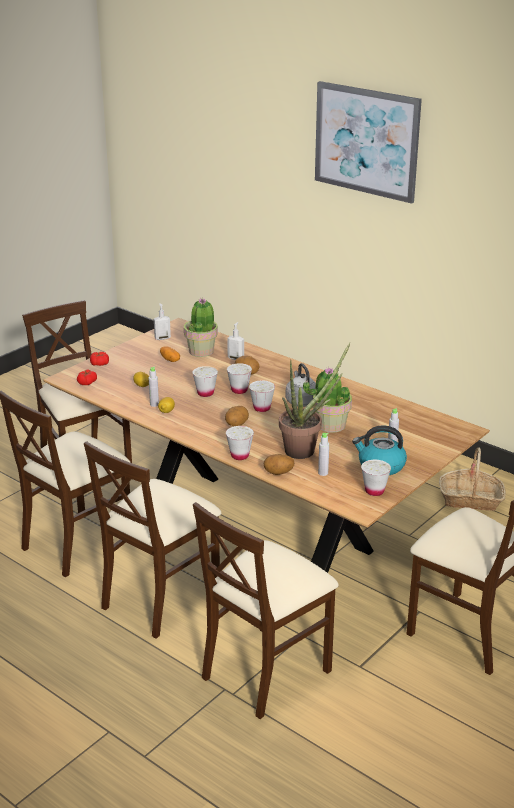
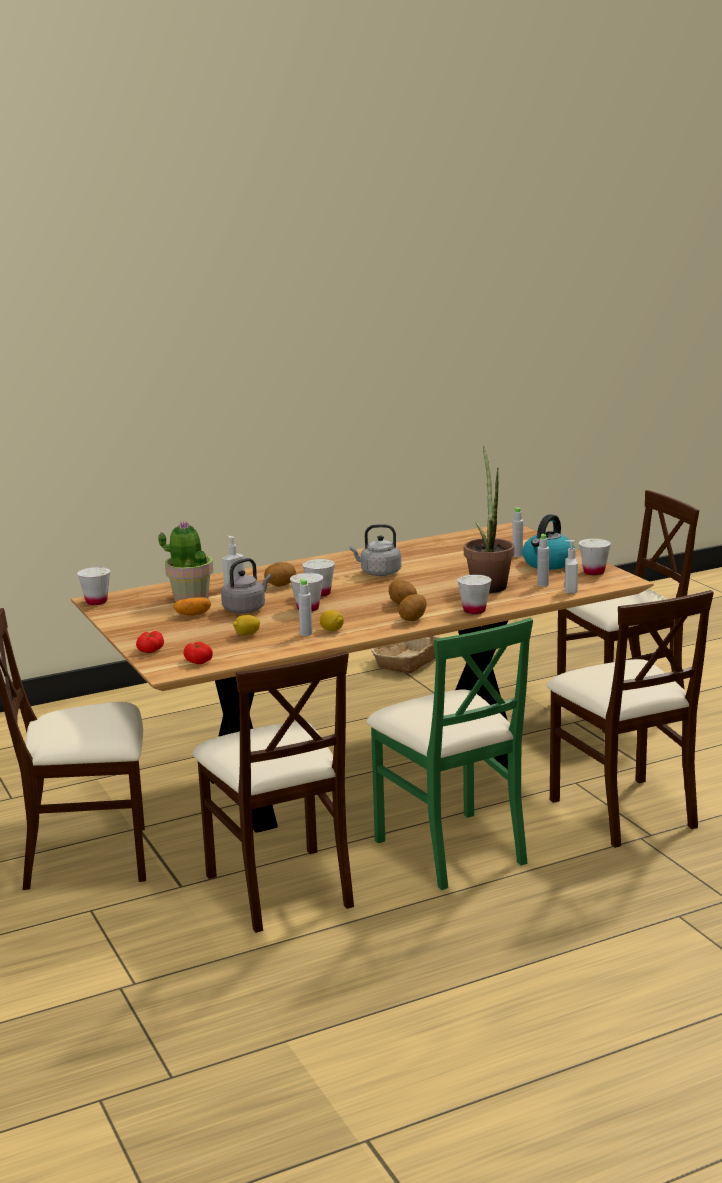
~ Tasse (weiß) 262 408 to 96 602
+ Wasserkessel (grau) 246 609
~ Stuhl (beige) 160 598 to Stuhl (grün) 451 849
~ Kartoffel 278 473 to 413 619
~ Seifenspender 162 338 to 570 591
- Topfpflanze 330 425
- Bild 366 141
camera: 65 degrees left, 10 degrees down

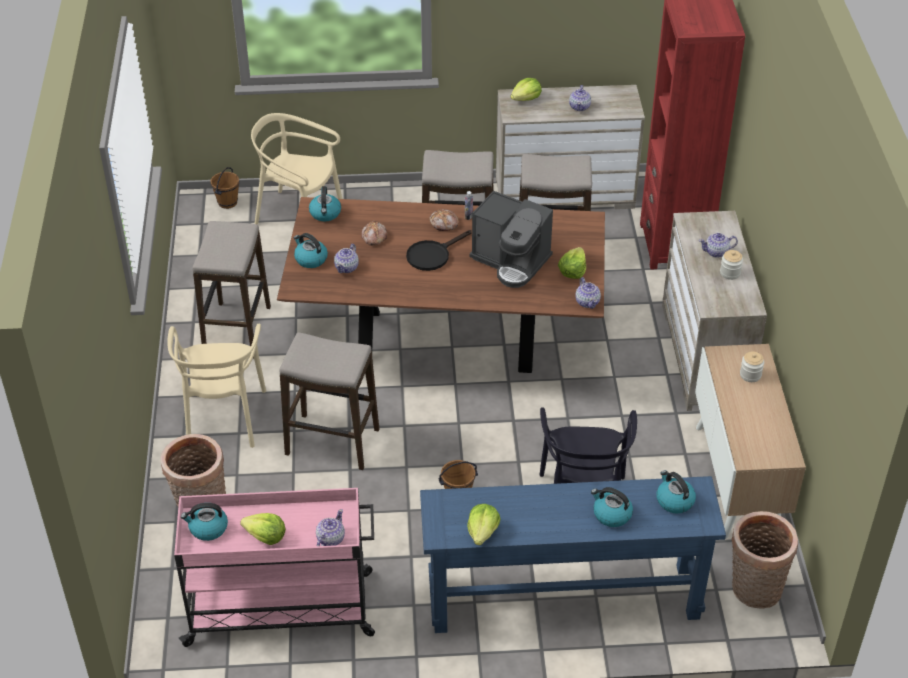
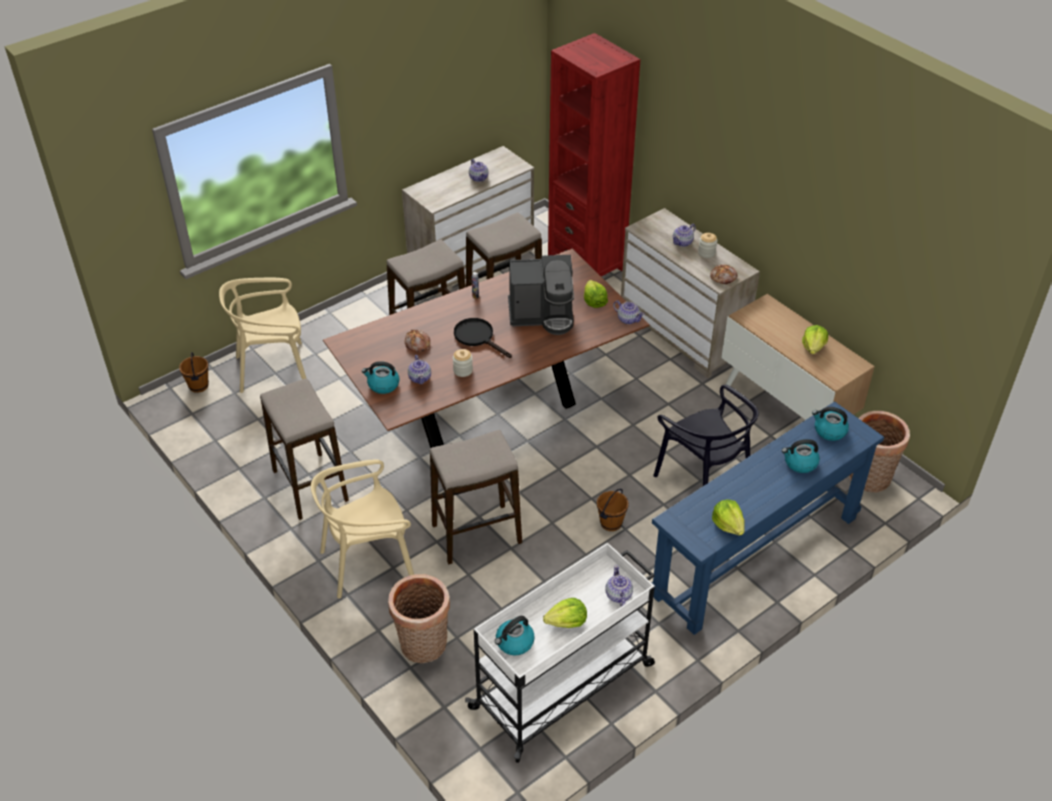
~ Stuhl (beige) 223 418 = 368 562 105 degrees clockwise
~ Vorratsglas 750 375 to 463 370
~ Pfanne (schwarz) 432 255 = 478 337 120 degrees clockwise
~ Rollwagen (rosa) 282 608 to Rollwagen (weiß) 564 685
~ Brot 444 224 to 723 277
~ Salatkopf 526 99 to 813 347
- Wasserkessel 325 214
camera: 35 degrees left, 0 degrees up

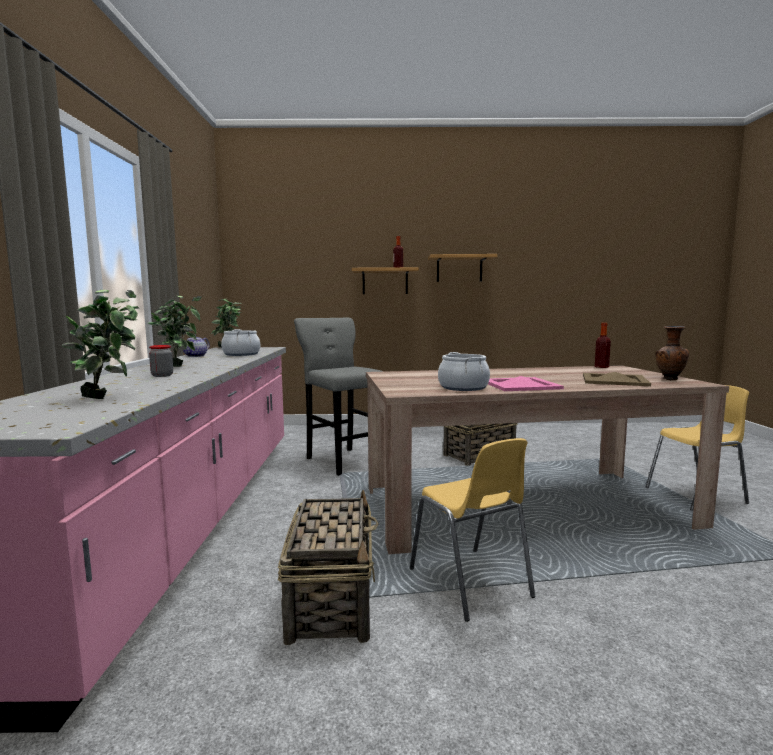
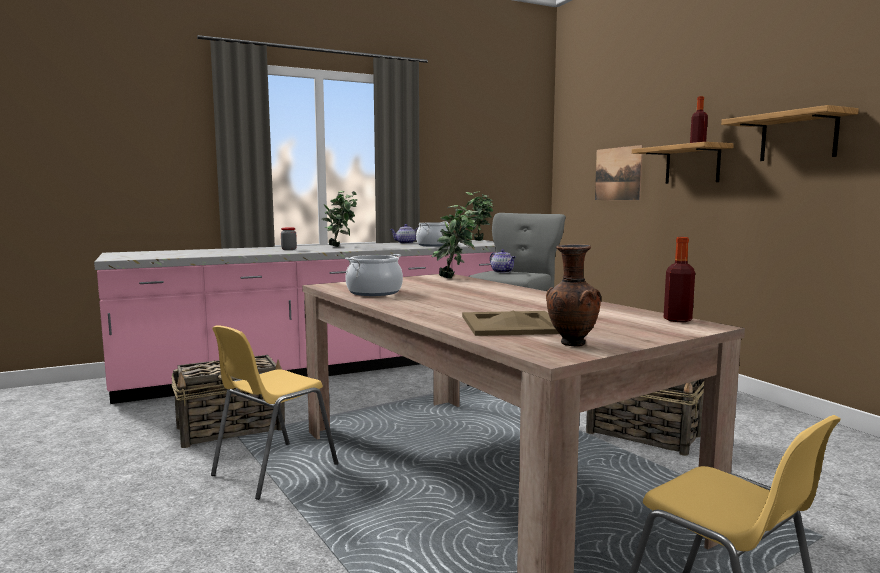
~ Topfpflanze 110 397 to 455 278
+ Teekanne 502 272
+ Bild 618 174
- Tablett (rosa) 519 385
camera: 65 degrees right, 0 degrees up

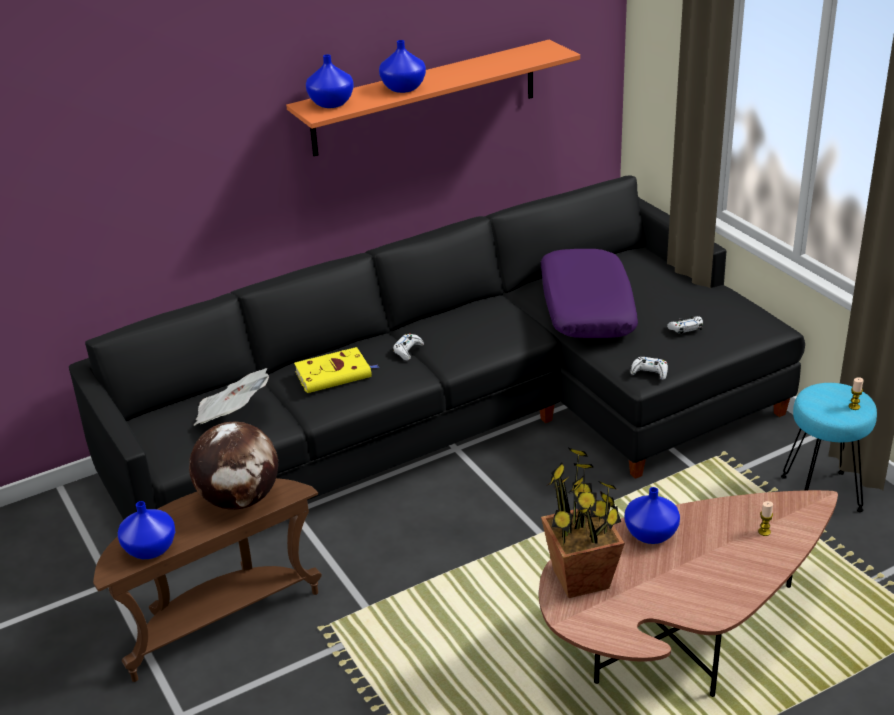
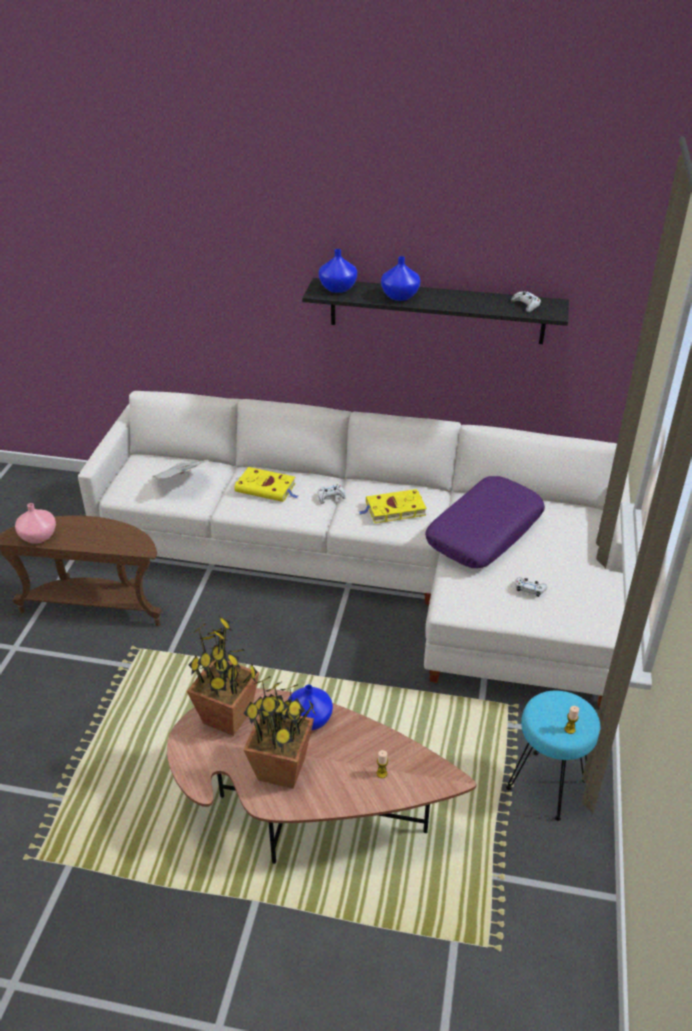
~ Vase (blau) 151 548 to Vase (rosa) 39 537
~ Sofa (schwarz) 466 418 to Sofa (weiß) 381 570
+ Topfpflanze 281 769
~ Wandregal (orange) 425 98 to Wandregal (schwarz) 436 311
+ Buch (gelb) 393 509
~ Gamepad (weiß) 649 372 to 526 305
- Globus 240 499
camera: 40 degrees right, 5 degrees up

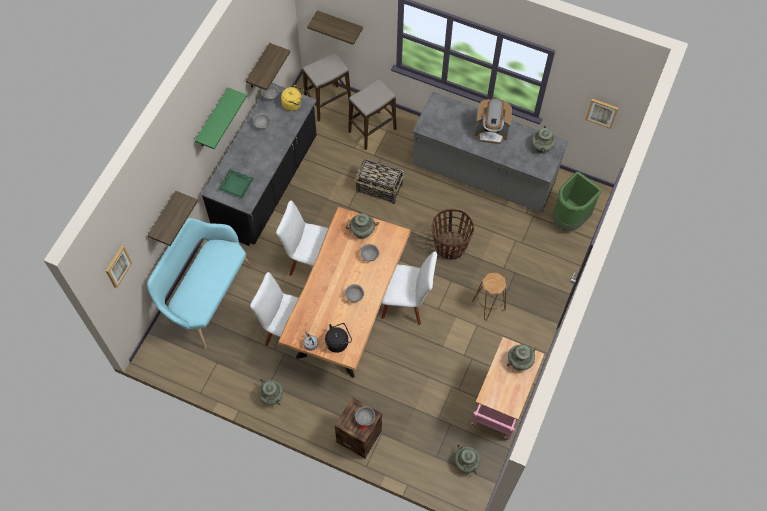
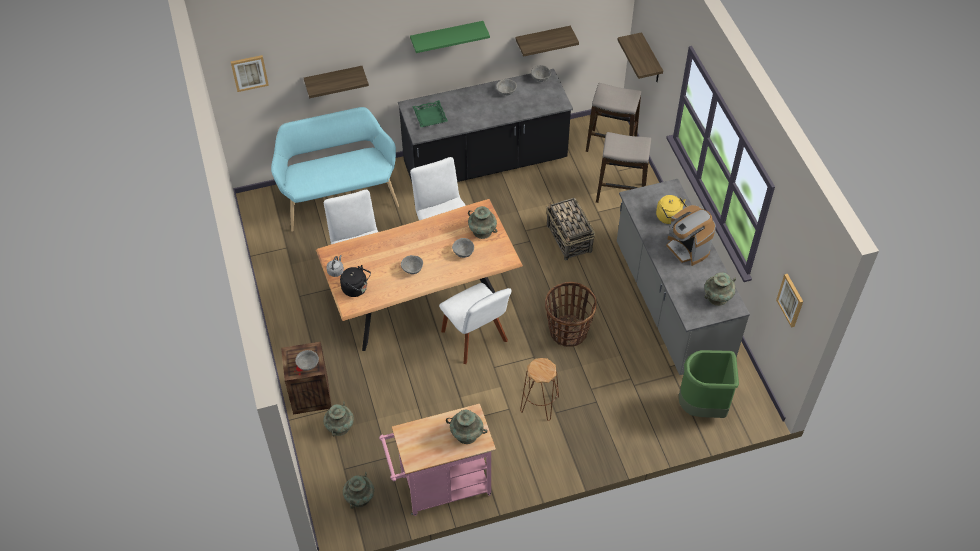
~ Vase (türkis) 271 396 to 340 426
~ Wasserkessel (gelb) 293 104 to 669 217
camera: 50 degrees right, 10 degrees down

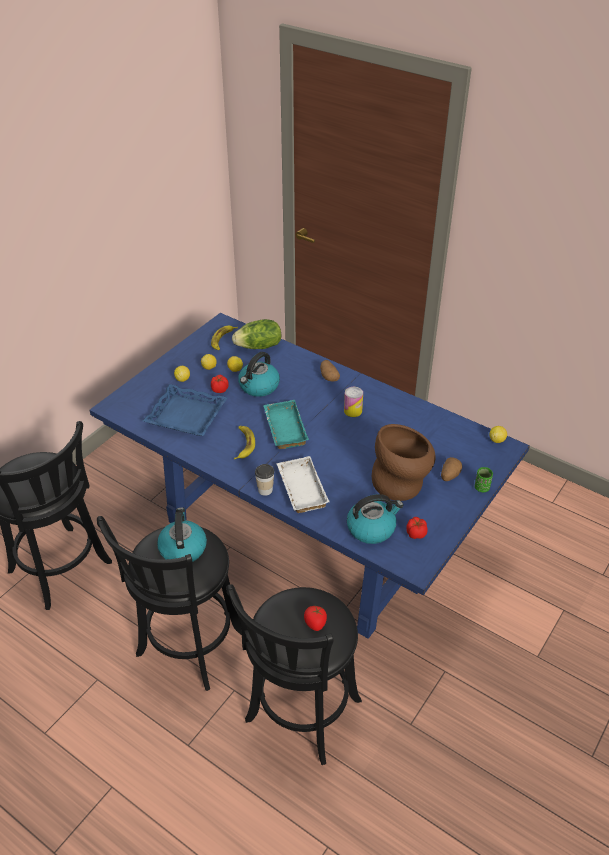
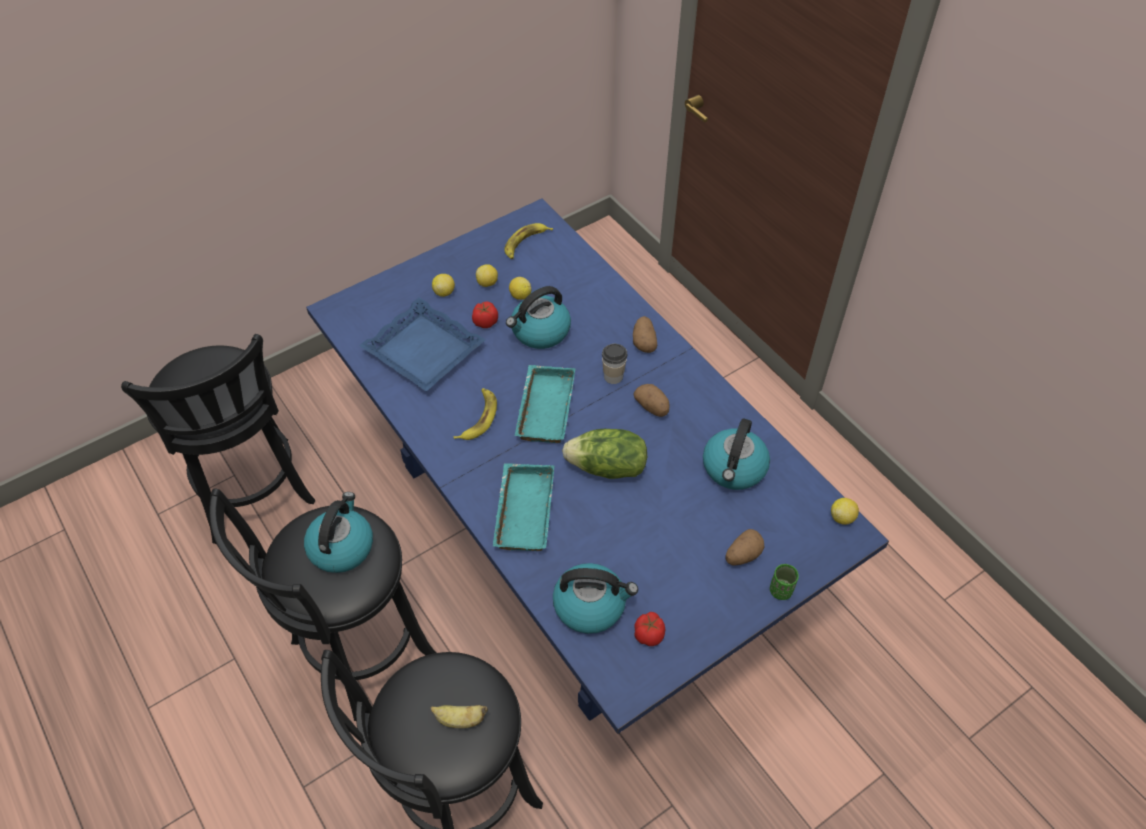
~ Tomate 315 623 to Banane 459 720
~ Tablett (weiß) 300 488 to Tablett (türkis) 522 510
~ Salatkopf 259 346 to 607 468
~ Tasse 265 490 to 613 376
~ Dose 353 411 to Kartoffel 652 407
+ Wasserkessel 734 468
- Vase (braun) 401 484
camera: 20 degrees right, 10 degrees up

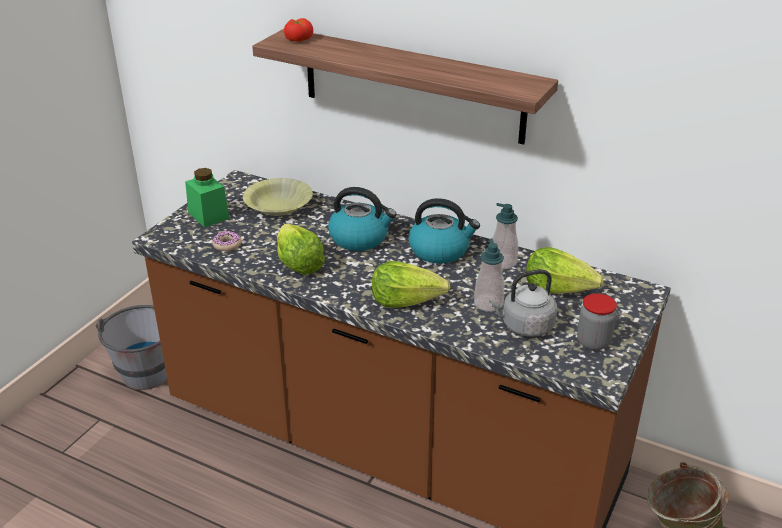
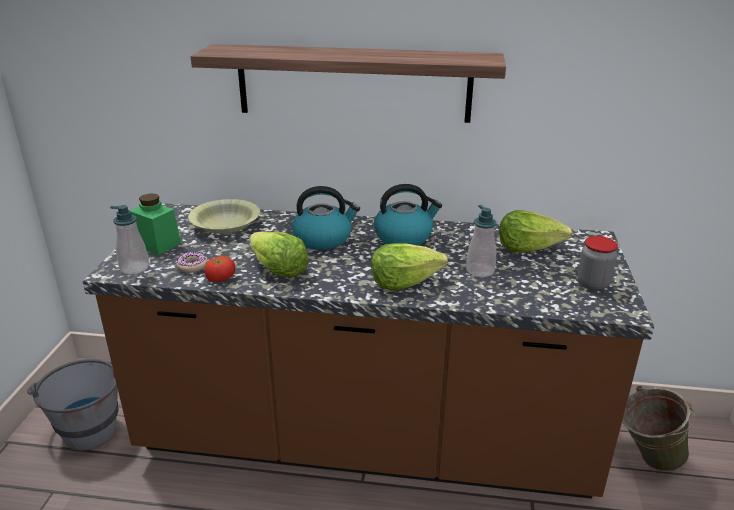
~ Seifenspender 503 262 to 134 268
~ Tomate 298 39 to 220 278
- Wasserkessel (grau) 524 326
camera: 20 degrees left, 5 degrees down

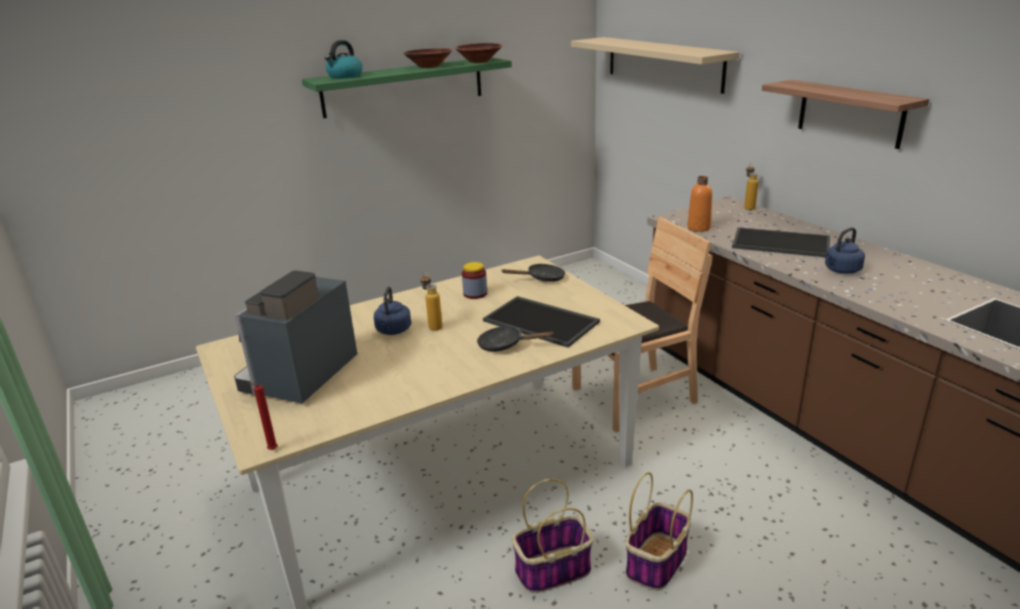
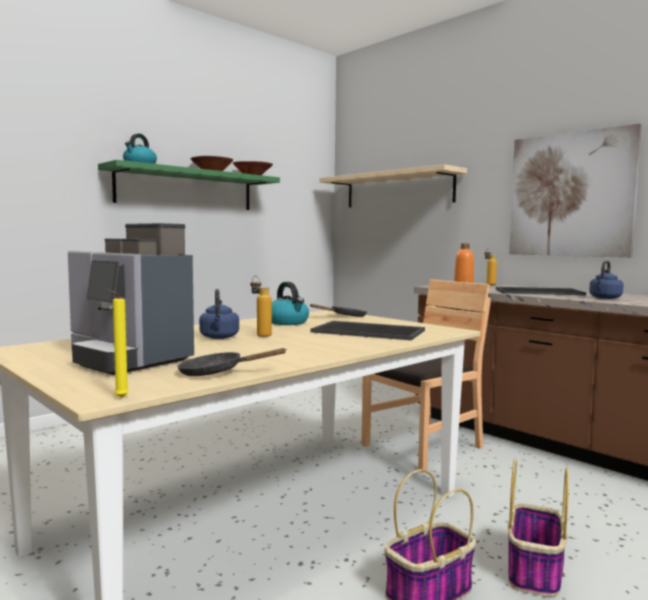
~ Kaffeemaschine 300 377 = 128 359 60 degrees counterclockwise
~ Kerze (rot) 271 450 to Kerze (gelb) 119 398
~ Pfanne (schwarz) 505 345 to 217 373
~ Vorratsglas 475 294 to Wasserkessel 288 322
~ Wandregal 850 113 to Bild 570 195
camera: 15 degrees left, 20 degrees down

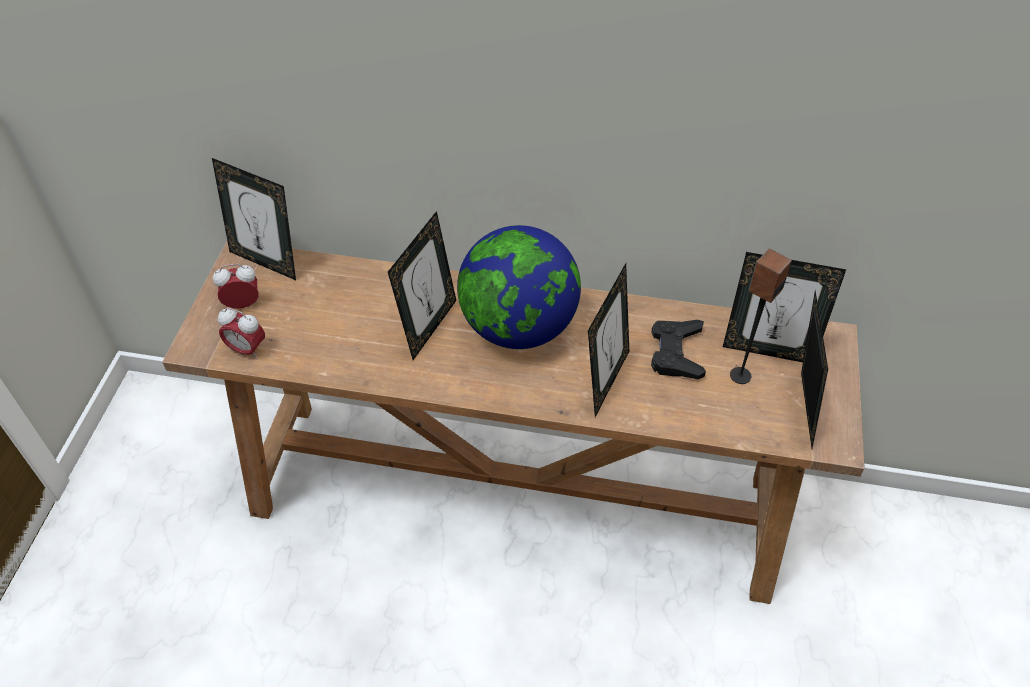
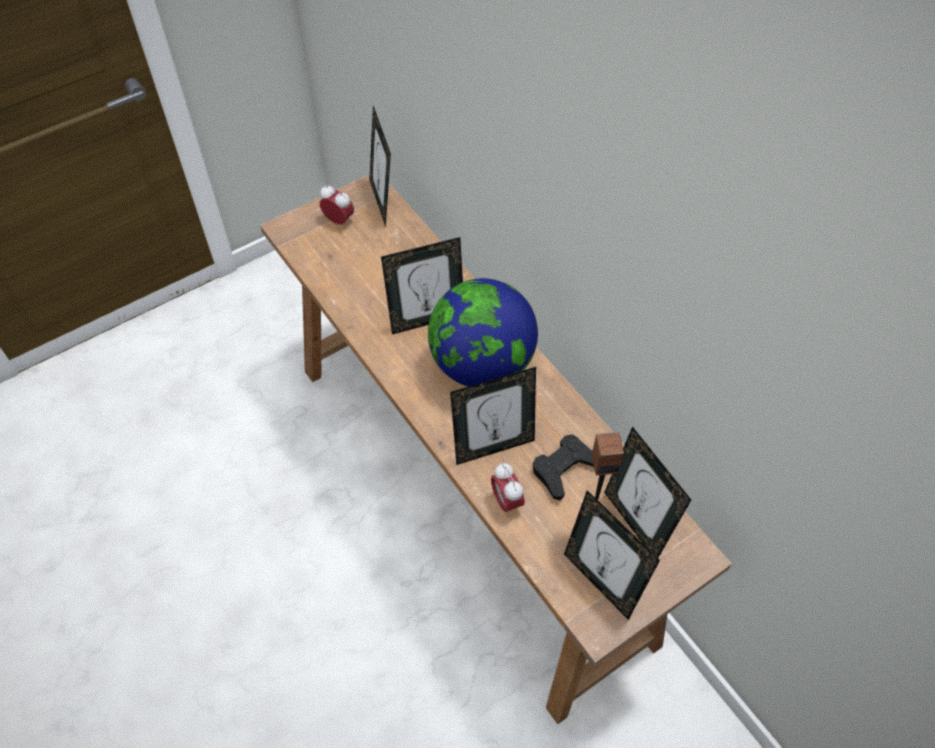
~ Wecker 247 350 to 506 501
~ Bilderrahmen 798 410 = 600 581 90 degrees clockwise
camera: 45 degrees right, 5 degrees up

